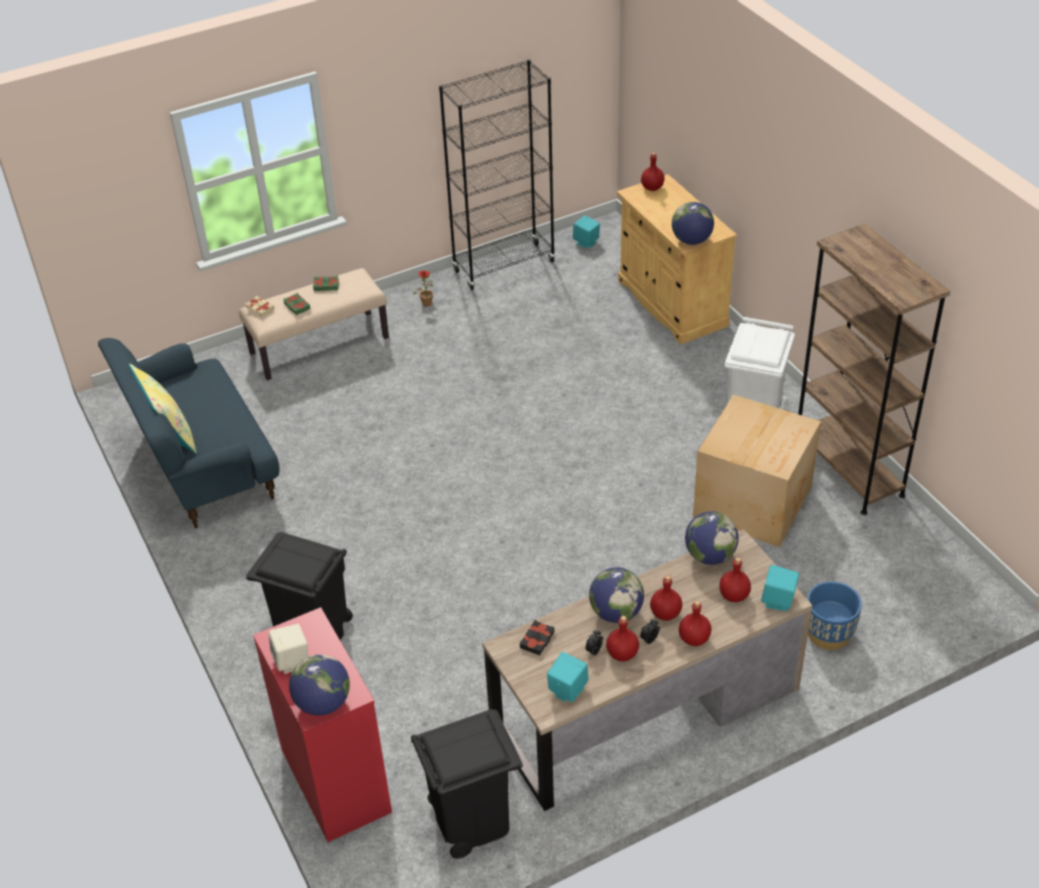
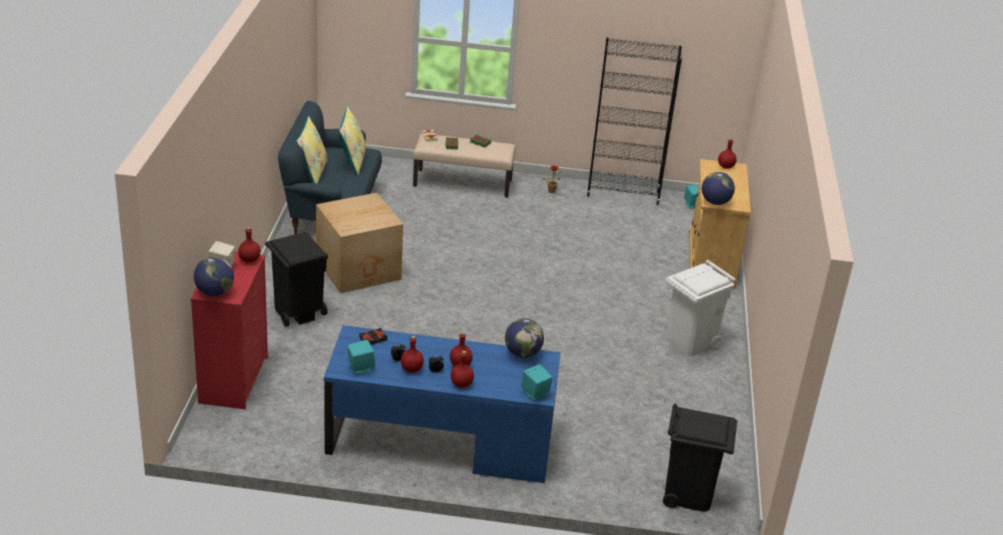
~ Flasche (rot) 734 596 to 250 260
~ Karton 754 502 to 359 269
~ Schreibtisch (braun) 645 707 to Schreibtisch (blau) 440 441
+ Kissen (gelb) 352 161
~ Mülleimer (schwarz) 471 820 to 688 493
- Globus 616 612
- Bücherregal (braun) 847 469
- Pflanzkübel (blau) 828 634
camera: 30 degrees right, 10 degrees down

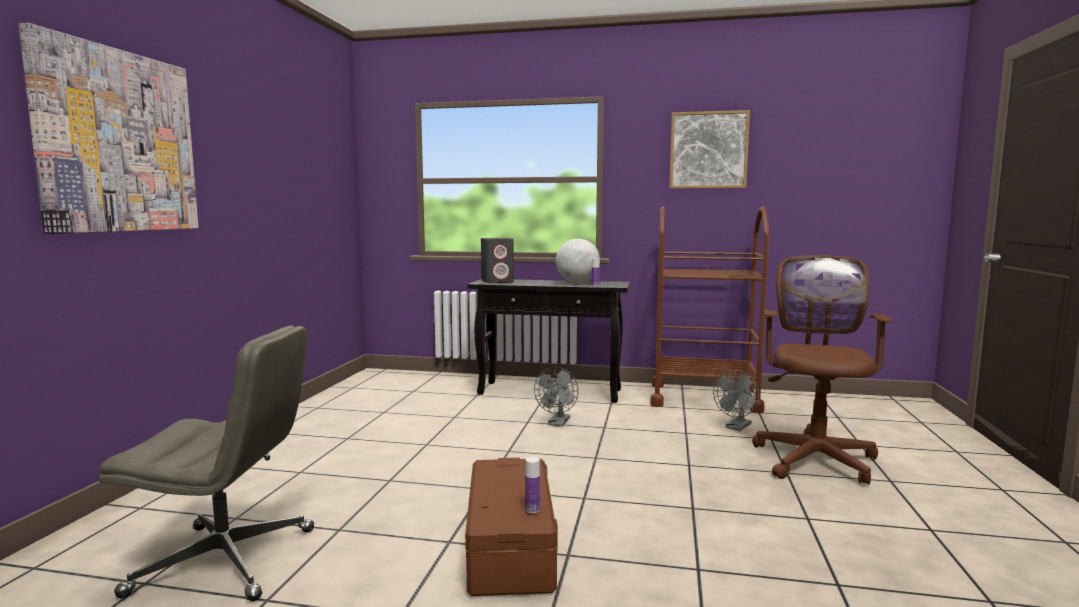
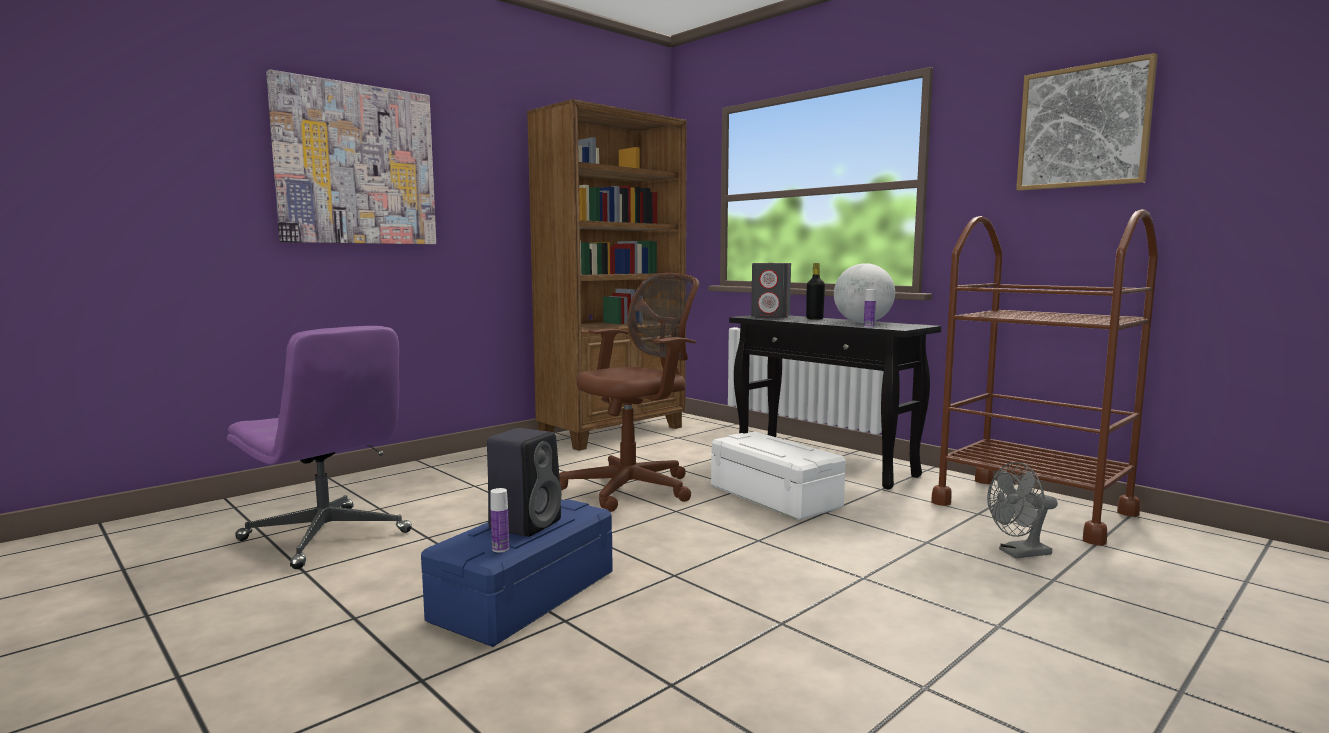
~ Bürostuhl (grau) 227 561 to Bürostuhl (lila) 327 536
~ Aufbewahrungsbox (braun) 508 548 to Aufbewahrungsbox (blau) 524 596
+ Lautsprecher (schwarz) 526 524
+ Bücherregal (braun) 614 432
~ Bürostuhl (braun) 815 458 to 633 488
~ Ventilator (grau) 558 423 to Aufbewahrungsbox (weiß) 775 496
+ Flasche (schwarz) 814 319
camera: 35 degrees right, 0 degrees up

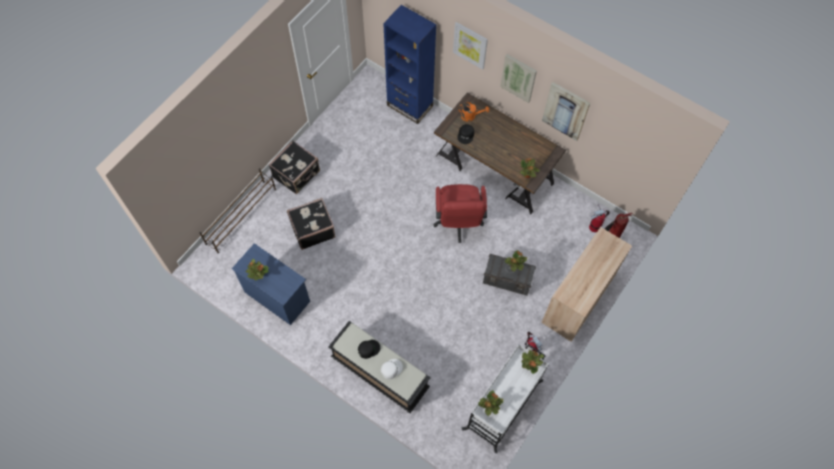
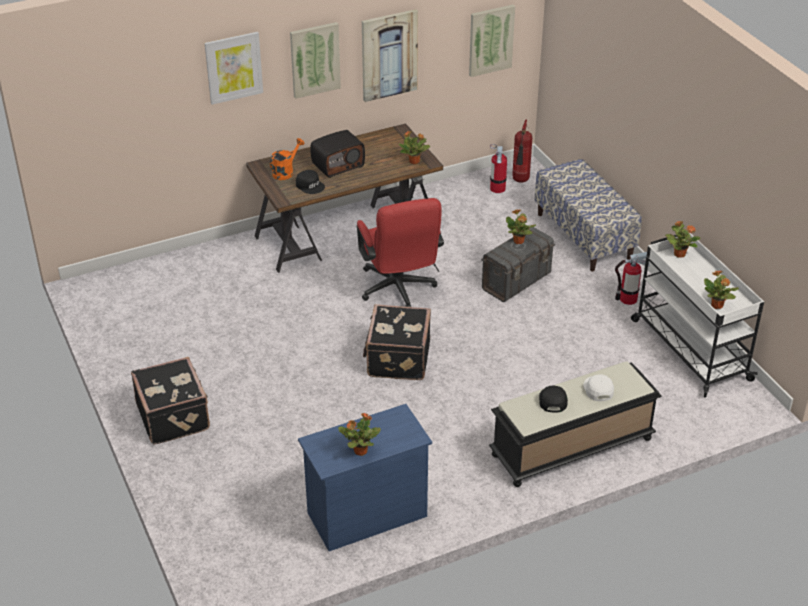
+ Radio 338 164
~ Bürostuhl (rot) 458 223 = 399 291 45 degrees clockwise
~ Koffer (schwarz) 312 229 to 397 359
+ Bild 490 40
~ Schrank (beige) 578 298 to Bank 584 236
- Schuhregal (braun) 241 216
- Bücherregal (blau) 409 106
camera: 60 degrees left, 25 degrees down

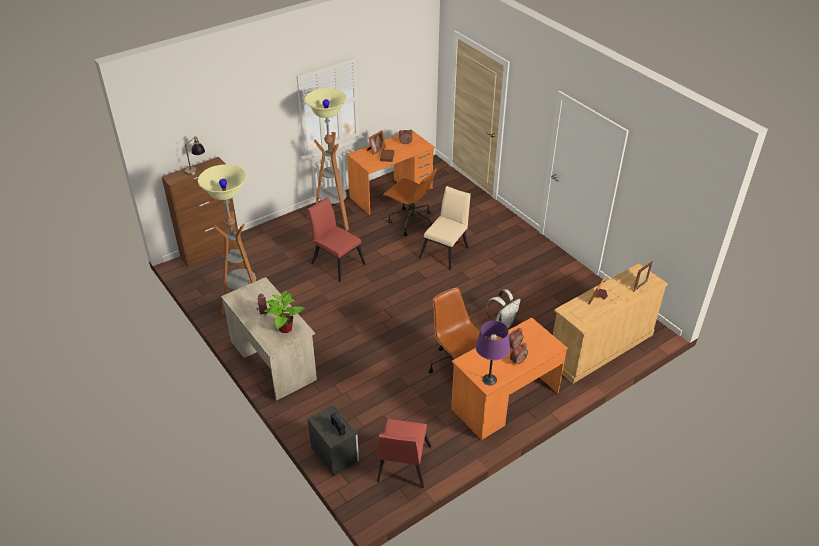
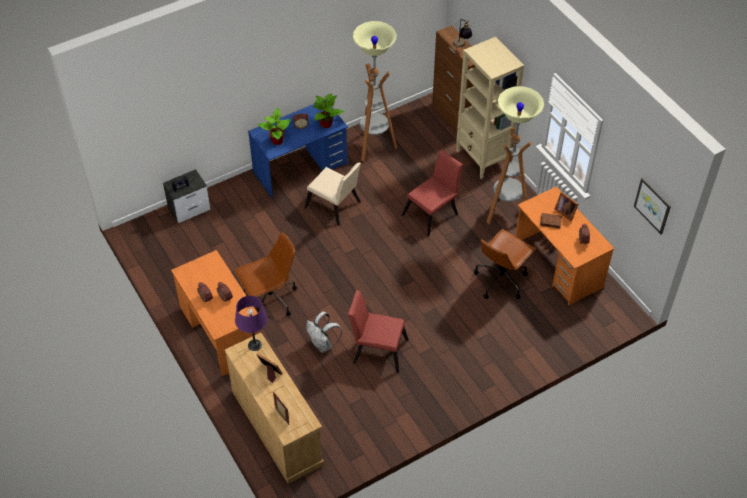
~ Tischlampe (lila) 489 379 to 255 345
~ Schreibtisch (beige) 273 360 to Schreibtisch (blau) 300 168
~ Stuhl (beige) 446 251 to 335 207
+ Topfpflanze 326 124
~ Stuhl (rot) 402 467 to 377 349
+ Bücherregal (beige) 483 159
+ Bild 653 205
camera: 95 degrees right, 10 degrees up

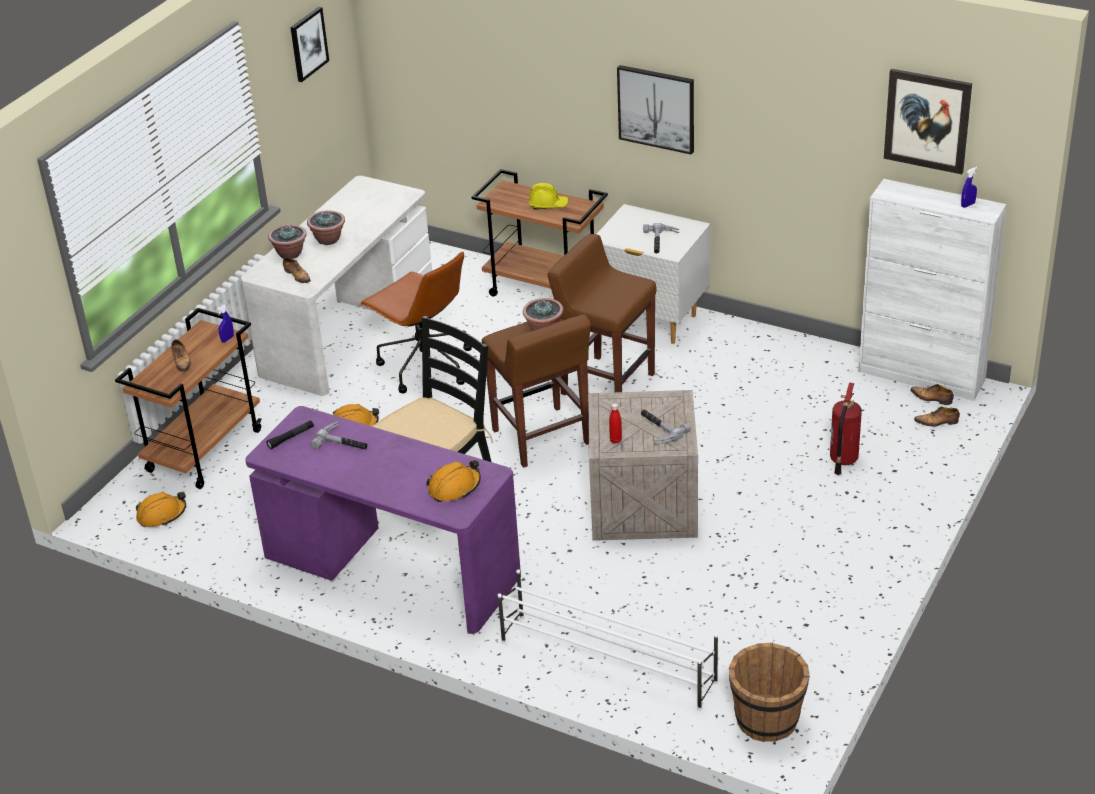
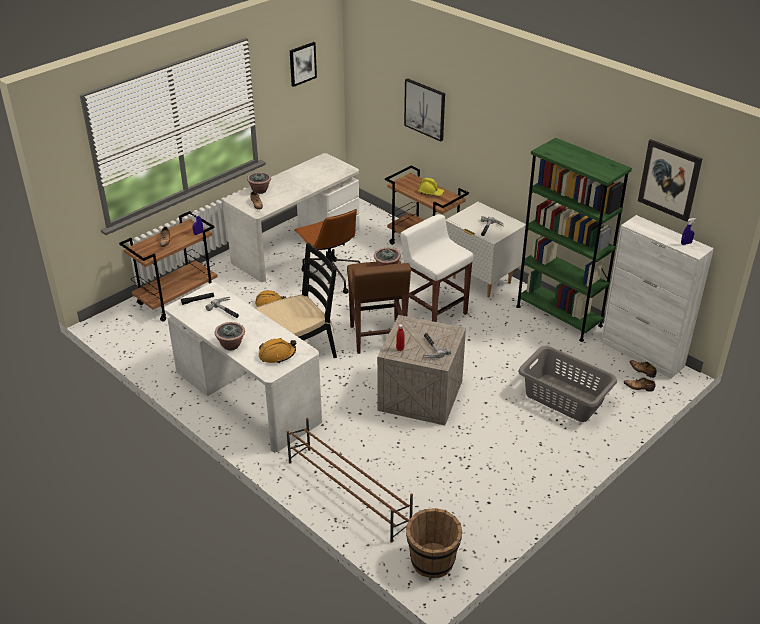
~ Schreibtisch (lila) 391 568 to Schreibtisch (weiß) 246 397
~ Topfpflanze 328 239 to 231 345
~ Schuhregal (weiß) 607 661 to Schuhregal (braun) 348 492
~ Hocker (braun) 606 383 to Hocker (weiß) 434 313
~ Bild 656 108 to 425 109
+ Bücherregal (grün) 558 316
~ Feuerlöscher 842 460 to Wäschekorb (grau) 563 397
- Schutzhelm (orange) 161 515
camera: 15 degrees right, 0 degrees up

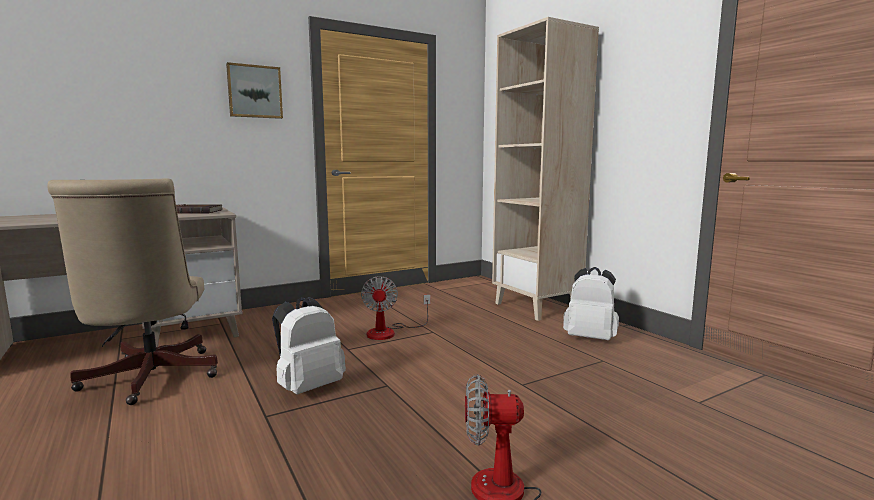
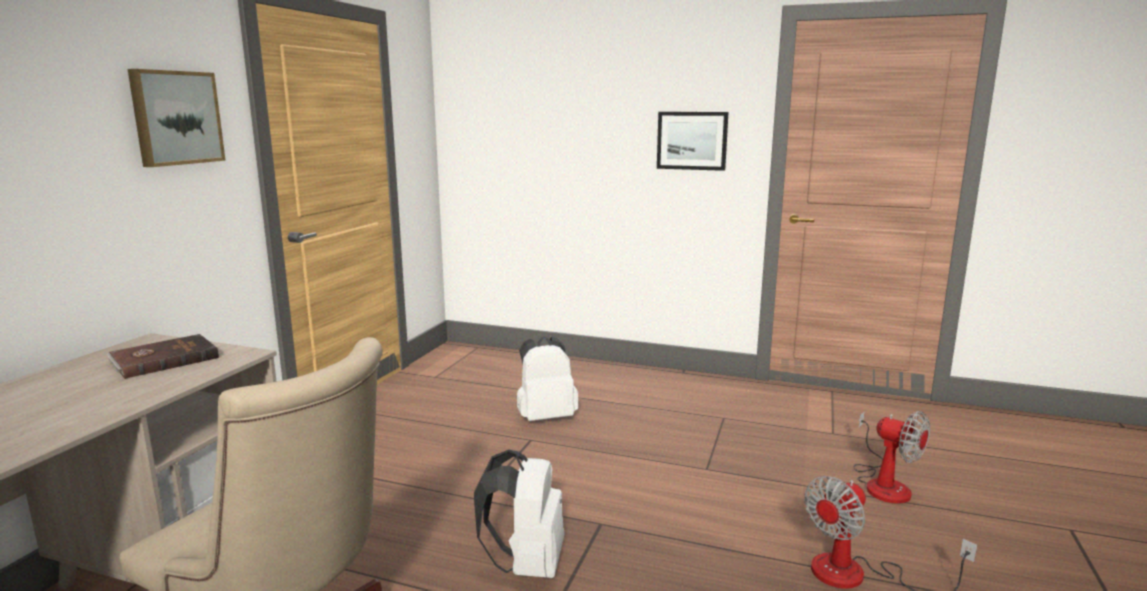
~ Rucksack (weiß) 590 338 to 546 417
+ Bild 692 140
~ Ventilator 389 332 to 883 483
- Bücherregal (beige) 537 307
camera: 40 degrees left, 5 degrees up

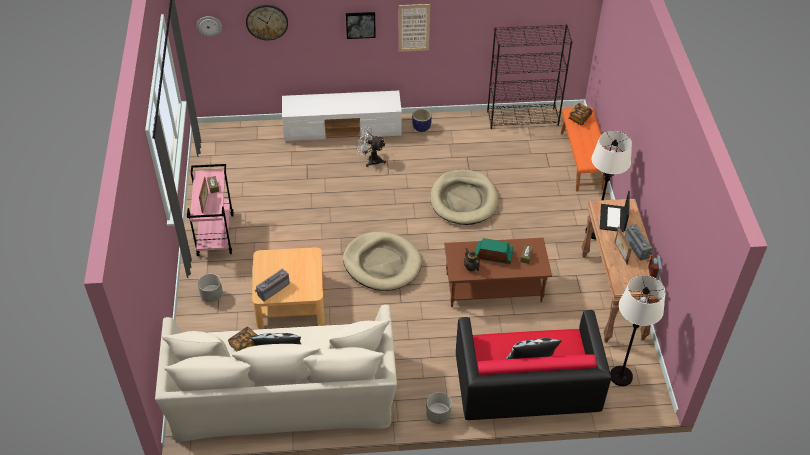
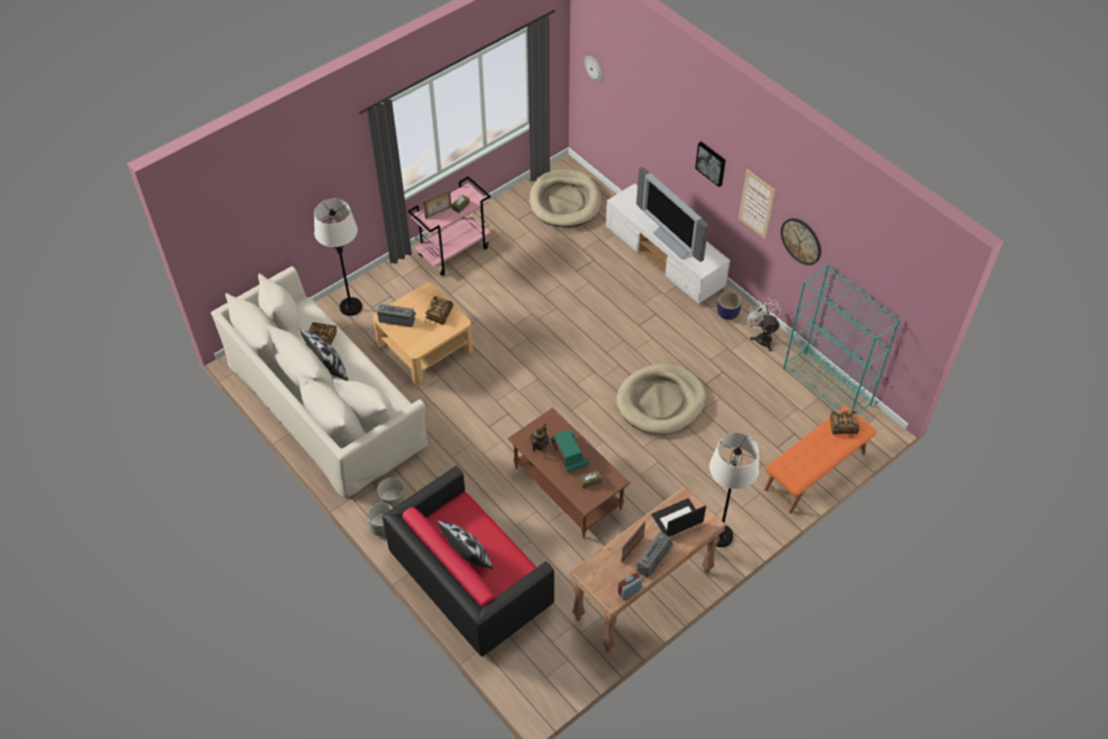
~ Stehlampe (weiß) 621 376 to 350 307
~ Pflanzkübel (grau) 212 295 to 393 502
+ Buch 439 314
~ Hundebett (beige) 382 263 to 565 201
+ Fernseher 676 241
~ Ventilator (weiß) 370 160 to 762 337
~ Wanduhr 267 22 to 801 241
~ Bücherregal (schwarz) 523 118 to Bücherregal (türkis) 827 387
camera: 55 degrees right, 5 degrees up

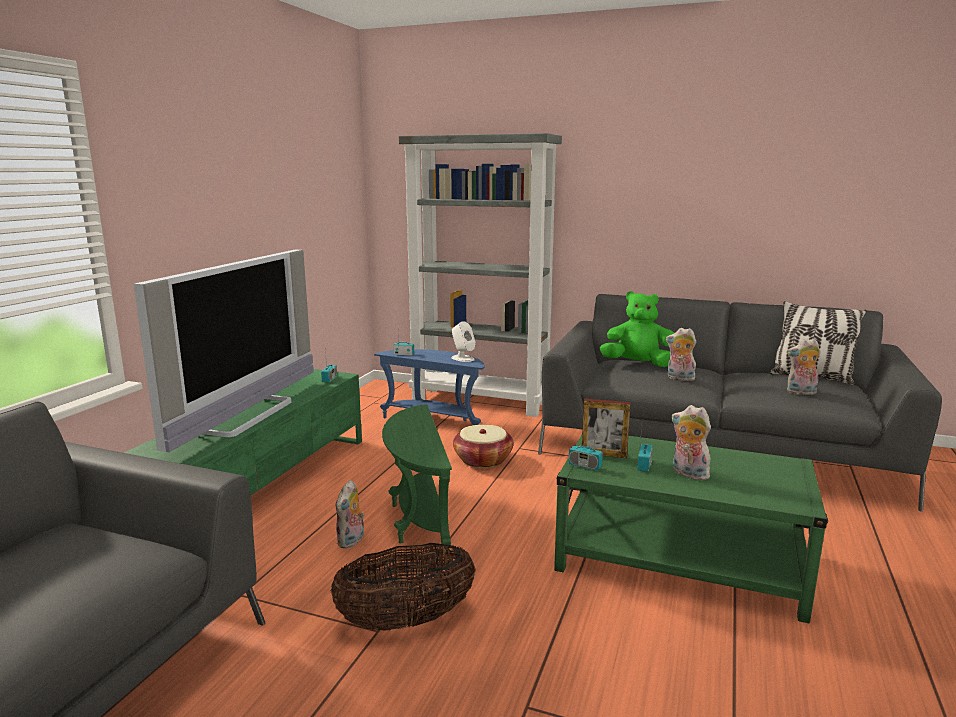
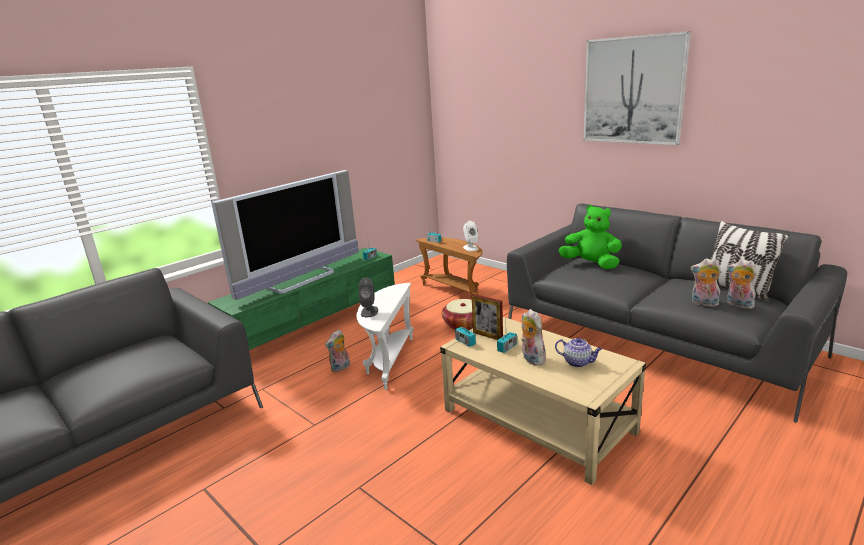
~ Beistelltisch (grün) 418 521 to Beistelltisch (weiß) 388 361
+ Lautsprecher (grau) 369 311
~ Beistelltisch (blau) 435 421 to Beistelltisch (braun) 455 291
~ Couchtisch (grün) 679 561 to Couchtisch (beige) 537 421
+ Teekanne 578 362
+ Bild 633 90
~ Plüschtier 679 378 to 738 305
- Korb 406 621
- Bücherregal (grau) 481 401
camera: 25 degrees right, 5 degrees up

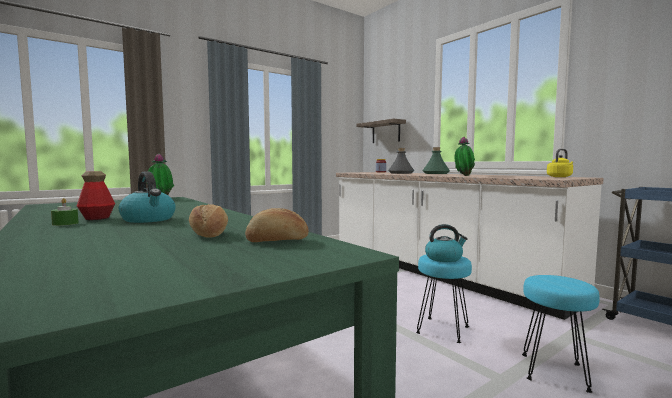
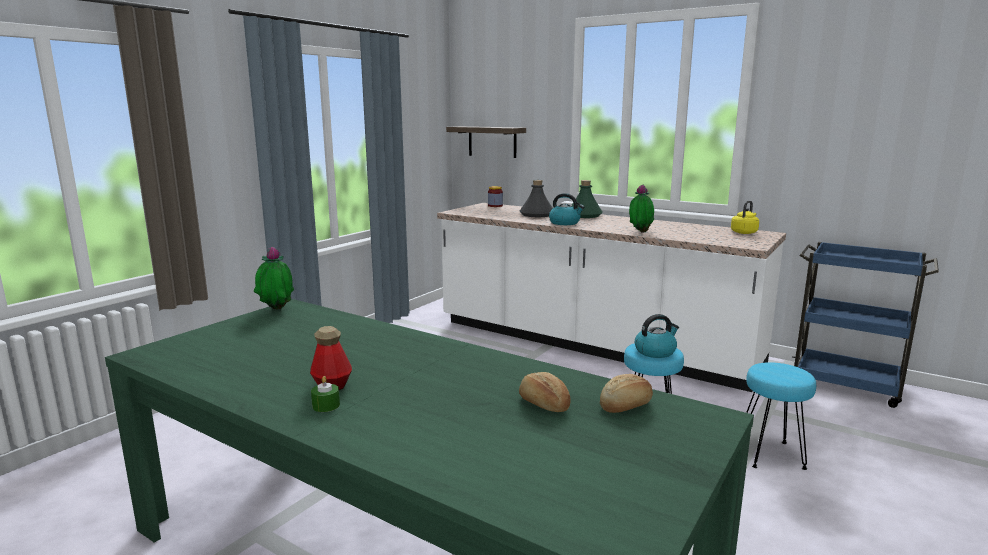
~ Wasserkessel 149 219 to 565 223
camera: 20 degrees left, 10 degrees up

